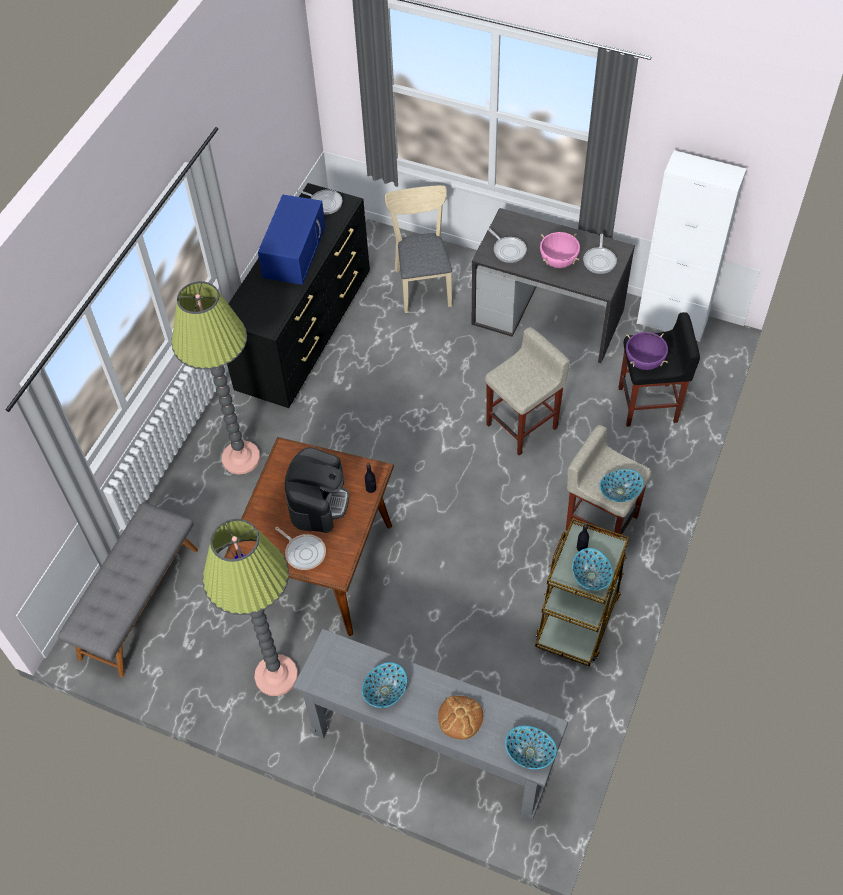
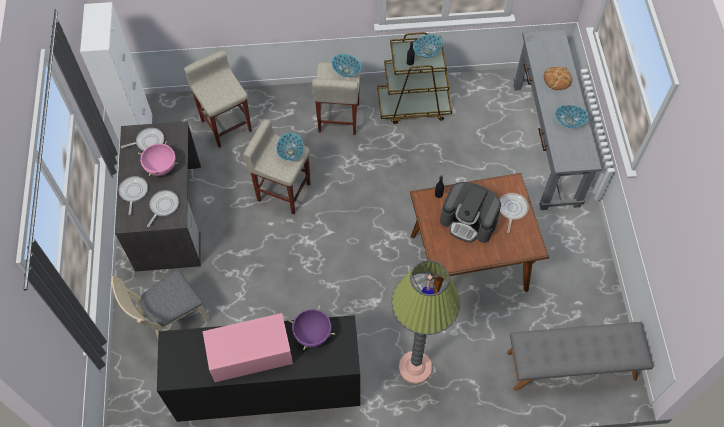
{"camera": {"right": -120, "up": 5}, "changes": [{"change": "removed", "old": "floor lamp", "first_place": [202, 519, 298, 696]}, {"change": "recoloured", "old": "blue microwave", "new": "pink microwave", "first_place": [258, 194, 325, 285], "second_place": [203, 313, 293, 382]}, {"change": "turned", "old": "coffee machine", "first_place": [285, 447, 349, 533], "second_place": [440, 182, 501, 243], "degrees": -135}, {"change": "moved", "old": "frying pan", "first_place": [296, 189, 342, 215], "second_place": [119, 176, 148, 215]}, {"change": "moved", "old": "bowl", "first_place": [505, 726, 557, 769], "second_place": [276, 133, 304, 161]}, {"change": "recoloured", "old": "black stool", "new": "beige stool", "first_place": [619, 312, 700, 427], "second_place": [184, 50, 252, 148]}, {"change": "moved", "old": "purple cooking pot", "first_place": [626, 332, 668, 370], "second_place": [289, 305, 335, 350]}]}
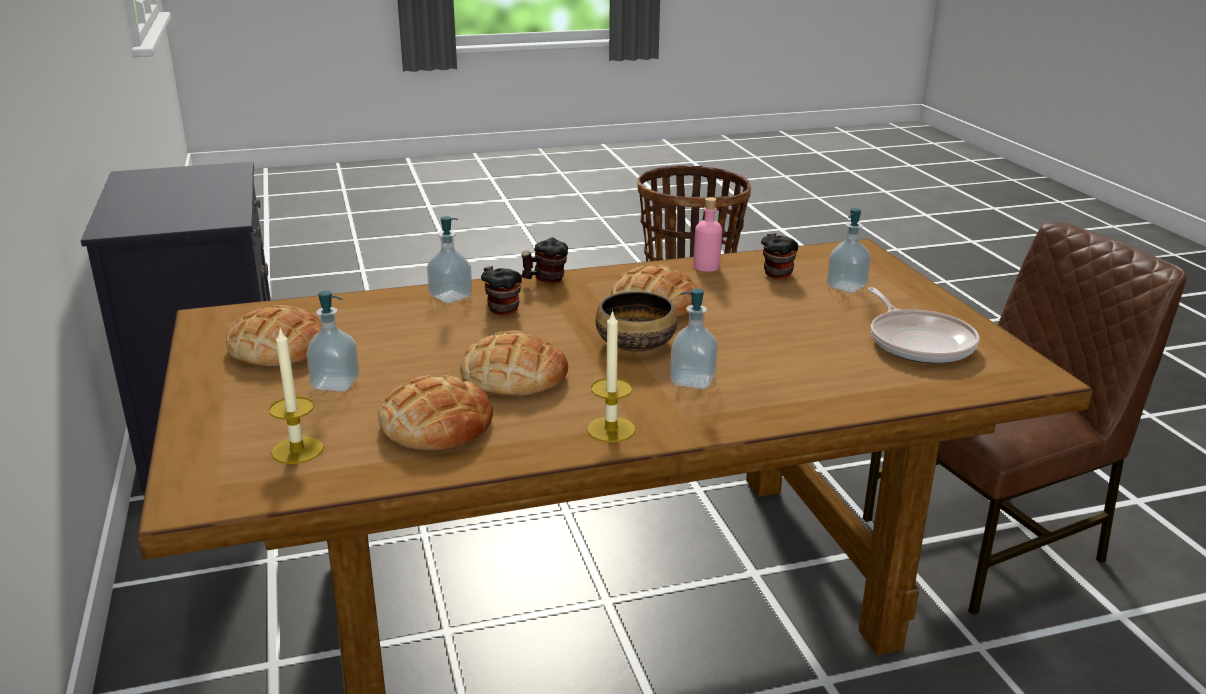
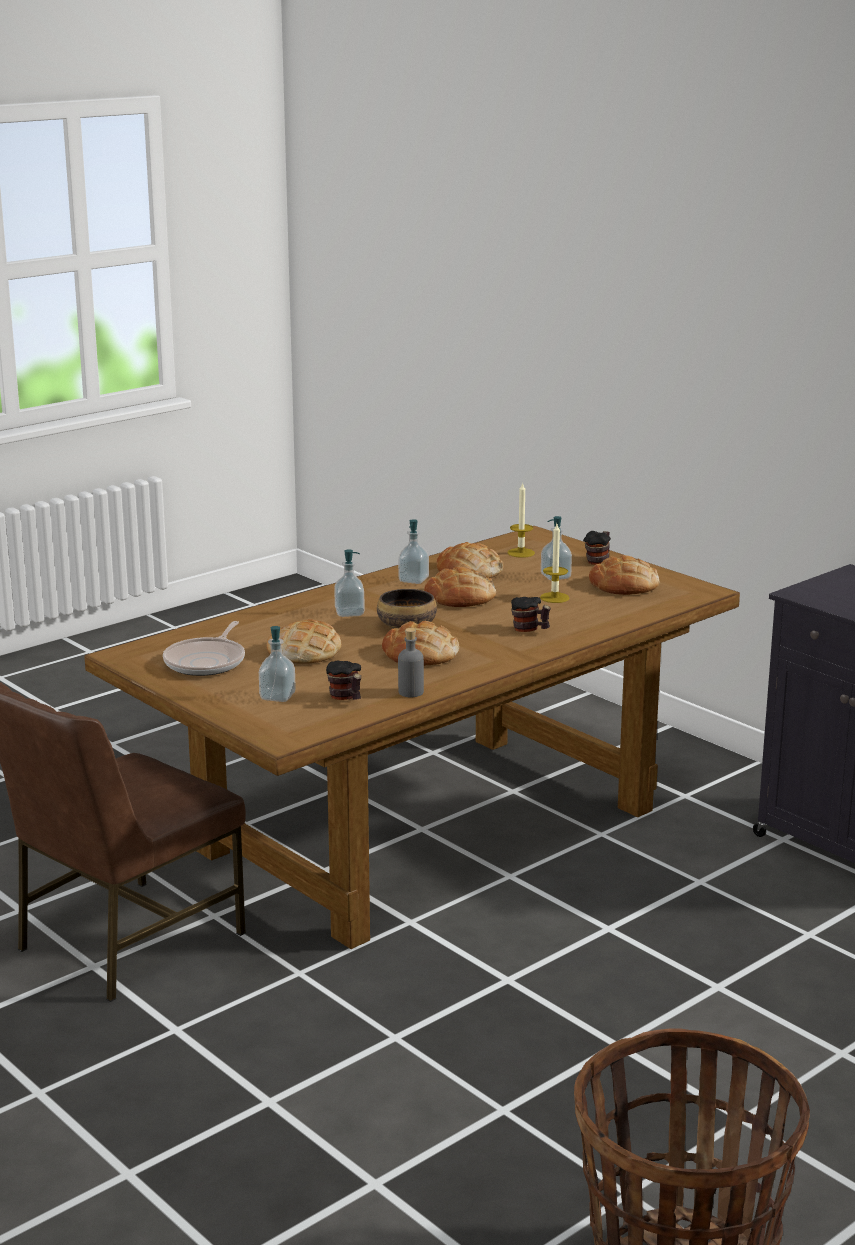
{"camera": {"right": 155, "up": -5}, "changes": [{"change": "moved", "old": "soap dispenser", "first_place": [427, 216, 472, 303], "second_place": [398, 519, 429, 584]}, {"change": "moved", "old": "mug", "first_place": [521, 237, 568, 283], "second_place": [583, 531, 611, 565]}, {"change": "moved", "old": "candle", "first_place": [587, 310, 636, 442], "second_place": [540, 524, 570, 603]}, {"change": "recoloured", "old": "pink bottle", "new": "grey bottle", "first_place": [693, 197, 722, 272], "second_place": [398, 628, 424, 697]}, {"change": "turned", "old": "frying pan", "first_place": [868, 288, 980, 363], "second_place": [163, 621, 245, 676], "degrees": -120}, {"change": "added", "new": "bread", "second_place": [266, 619, 341, 664]}]}
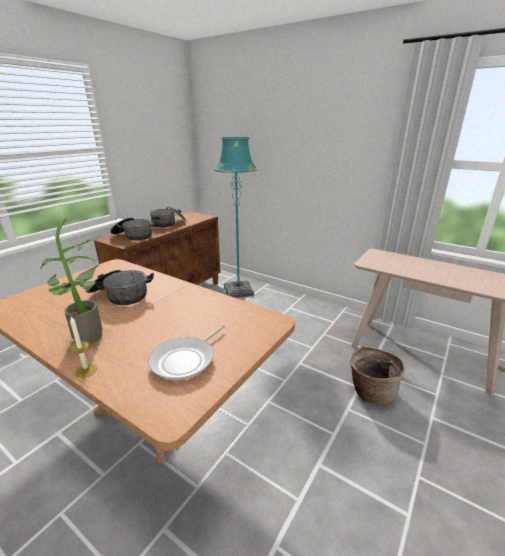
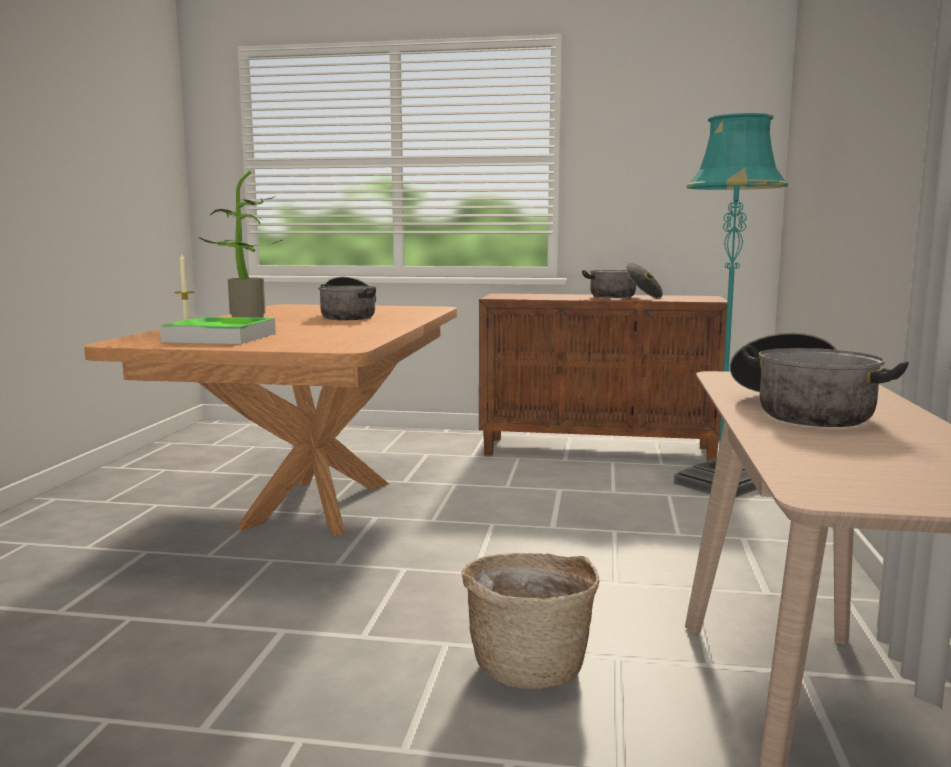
{"camera": {"right": 65, "up": -15}, "changes": [{"change": "moved", "old": "cooking pot", "first_place": [111, 218, 157, 241], "second_place": [730, 333, 909, 427]}, {"change": "replaced", "old": "frying pan", "new": "tray", "first_place": [148, 325, 225, 380], "second_place": [160, 317, 276, 344]}]}
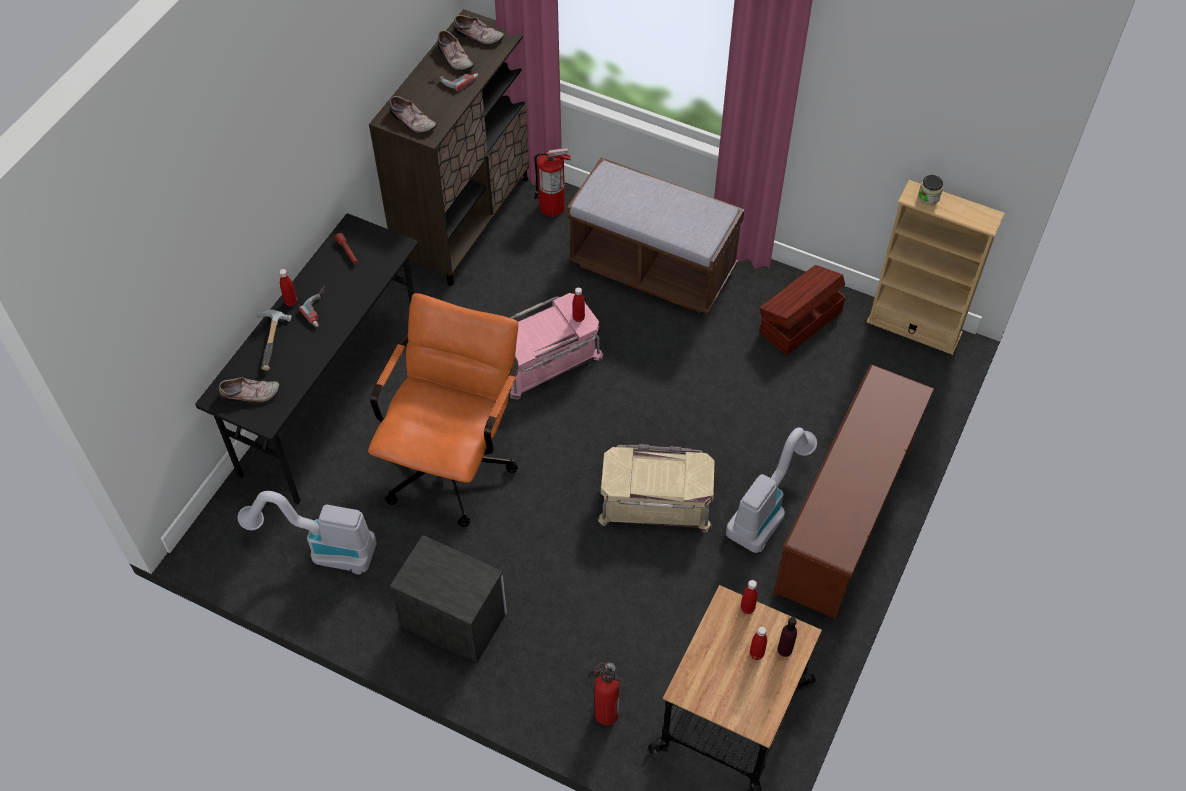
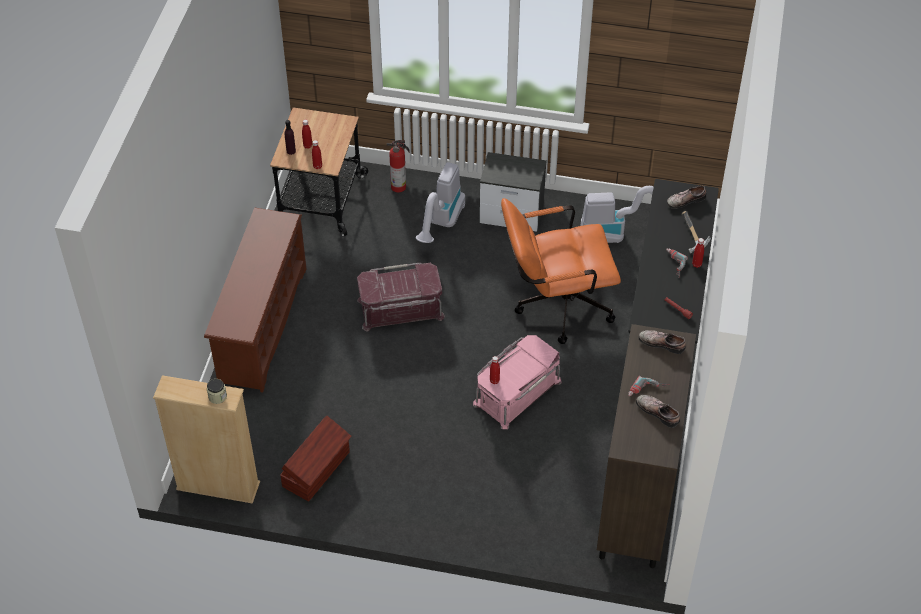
{"camera": {"right": 165, "up": -5}, "changes": [{"change": "turned", "old": "orange office chair", "first_place": [368, 293, 519, 527], "second_place": [501, 198, 621, 344], "degrees": 75}, {"change": "removed", "old": "shoe", "first_place": [454, 15, 504, 46]}, {"change": "removed", "old": "fire extinguisher", "first_place": [534, 148, 571, 217]}, {"change": "removed", "old": "brown bench", "first_place": [567, 157, 745, 314]}, {"change": "recoloured", "old": "beige storage box", "new": "red storage box", "first_place": [598, 444, 715, 533], "second_place": [357, 263, 445, 332]}, {"change": "moved", "old": "vacuum cleaner", "first_place": [726, 427, 817, 553], "second_place": [416, 162, 465, 243]}]}
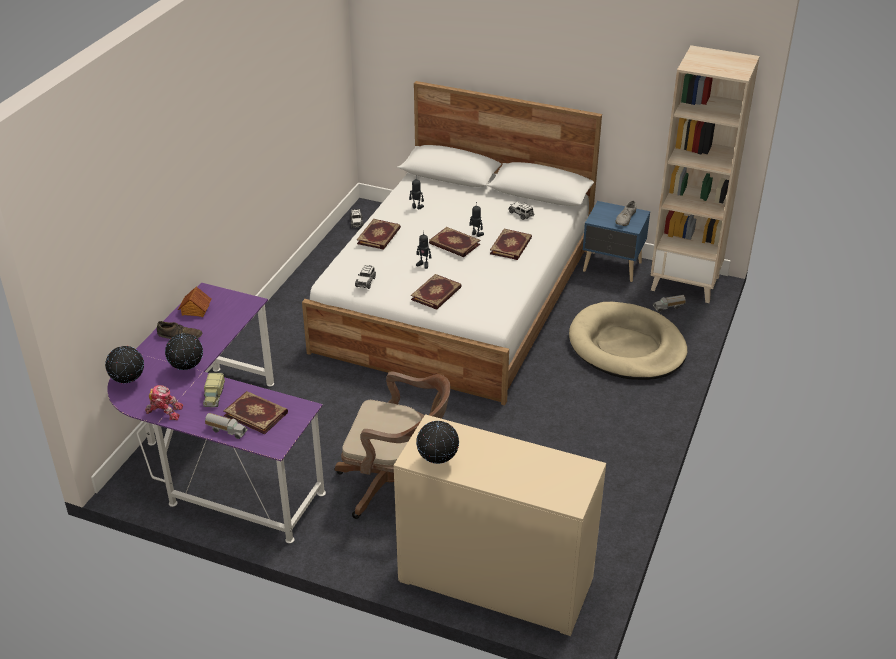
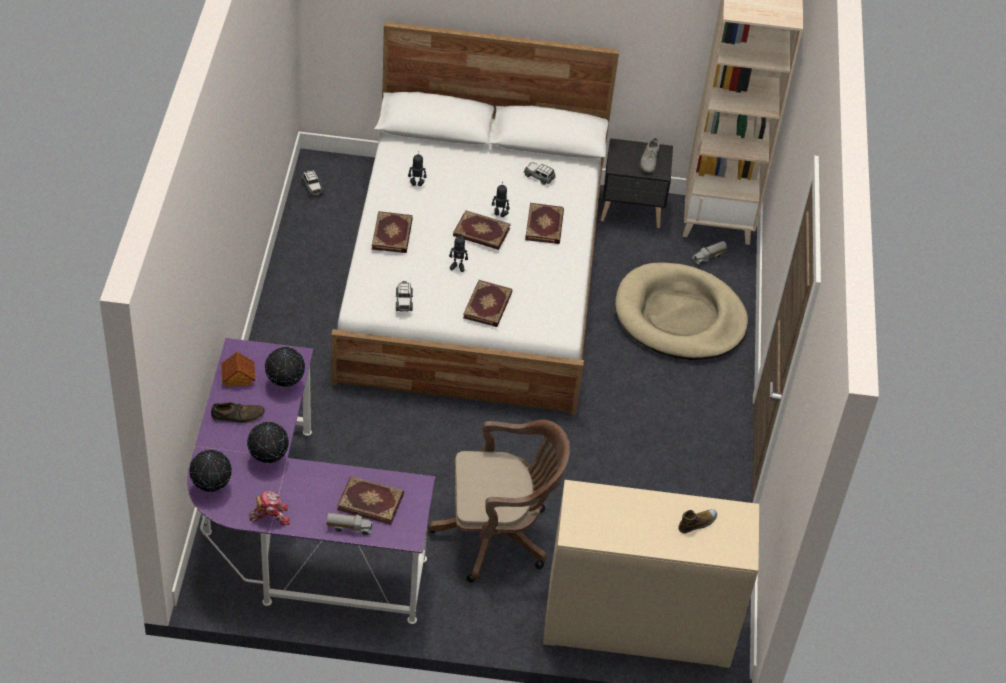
{"camera": {"right": -20, "up": 10}, "changes": [{"change": "removed", "old": "toy truck", "first_place": [203, 373, 225, 407]}, {"change": "moved", "old": "globe", "first_place": [416, 421, 459, 464], "second_place": [265, 347, 305, 387]}, {"change": "recoloured", "old": "blue nightstand", "new": "black nightstand", "first_place": [583, 201, 650, 282], "second_place": [601, 138, 673, 228]}, {"change": "added", "new": "shoe", "second_place": [678, 509, 717, 534]}]}
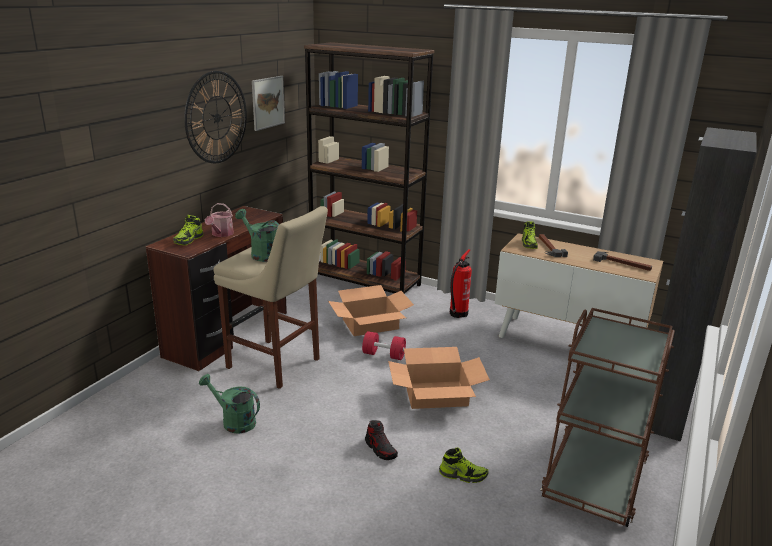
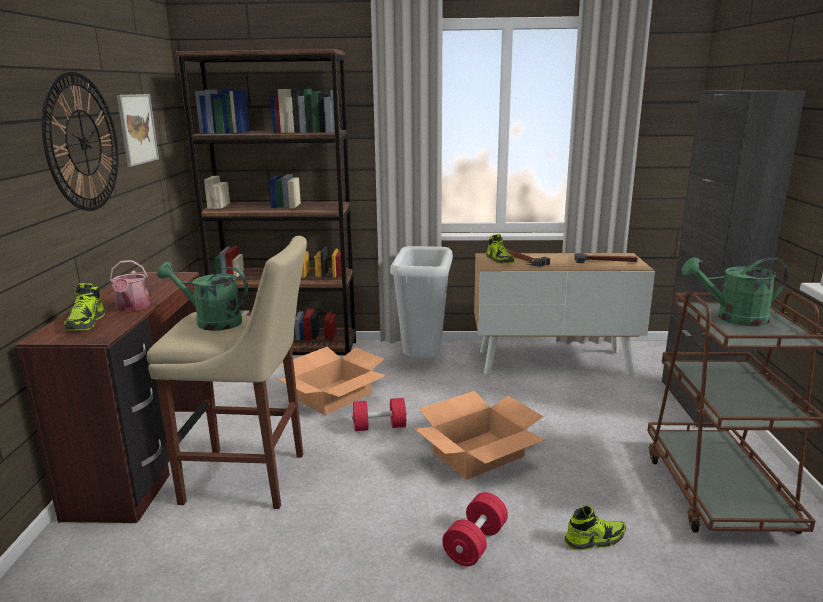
{"camera": {"right": -25, "up": -5}, "changes": [{"change": "moved", "old": "green watering can", "first_place": [199, 374, 260, 434], "second_place": [682, 257, 788, 326]}, {"change": "replaced", "old": "shoe", "new": "red dumbbell", "first_place": [365, 420, 398, 460], "second_place": [442, 492, 508, 566]}, {"change": "replaced", "old": "fire extinguisher", "new": "grey trash can", "first_place": [450, 249, 472, 318], "second_place": [390, 246, 453, 358]}]}
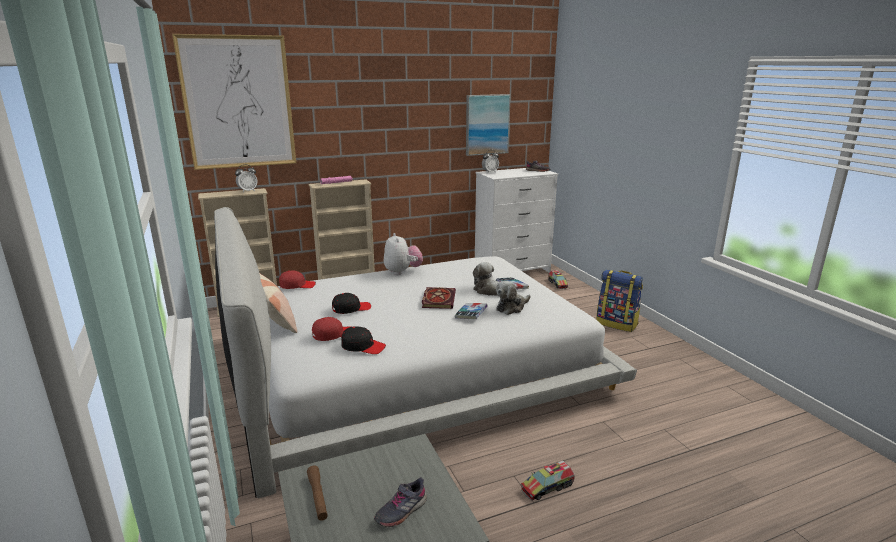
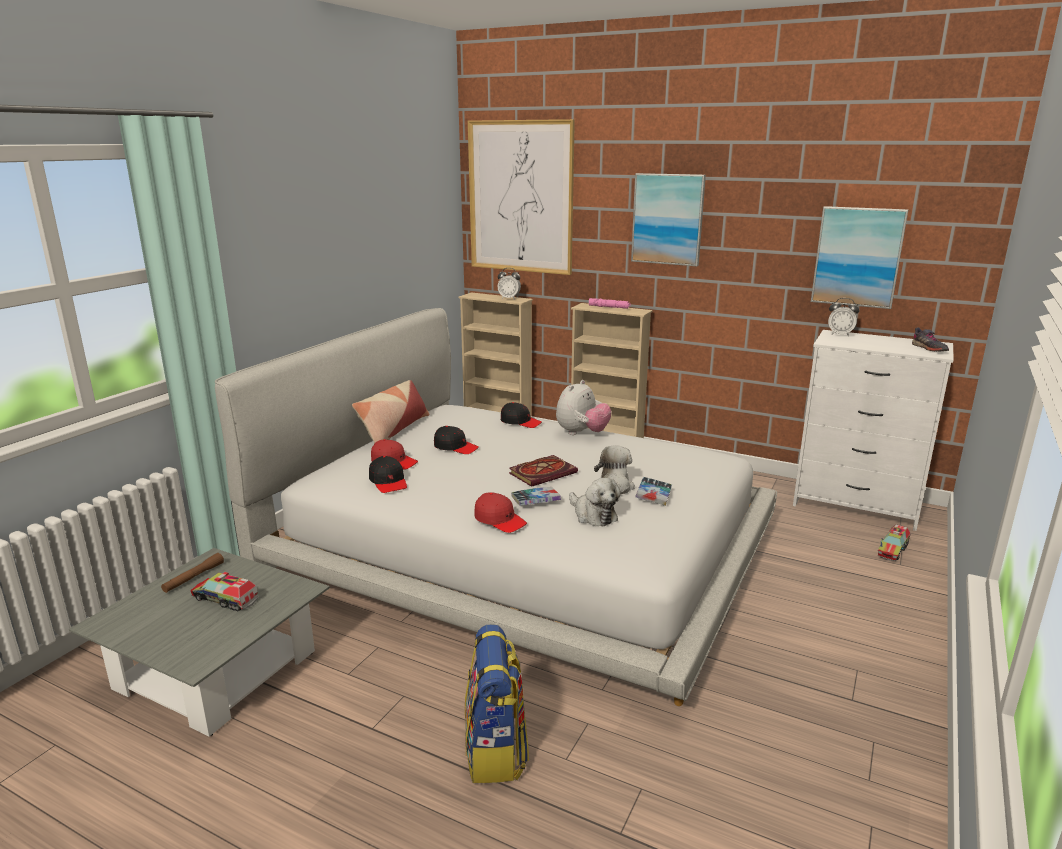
{"camera": {"right": 50, "up": 0}, "changes": [{"change": "moved", "old": "red cap", "first_place": [279, 271, 316, 289], "second_place": [474, 492, 527, 533]}, {"change": "removed", "old": "grey shoe", "first_place": [374, 477, 427, 527]}, {"change": "turned", "old": "plush toy", "first_place": [496, 281, 531, 315], "second_place": [569, 478, 620, 527], "degrees": -135}, {"change": "moved", "old": "toy truck", "first_place": [521, 461, 575, 500], "second_place": [190, 572, 258, 611]}, {"change": "moved", "old": "backpack", "first_place": [596, 270, 643, 332], "second_place": [465, 624, 529, 783]}, {"change": "added", "new": "black cap", "second_place": [501, 402, 542, 428]}, {"change": "added", "new": "picture", "second_place": [631, 173, 706, 266]}]}
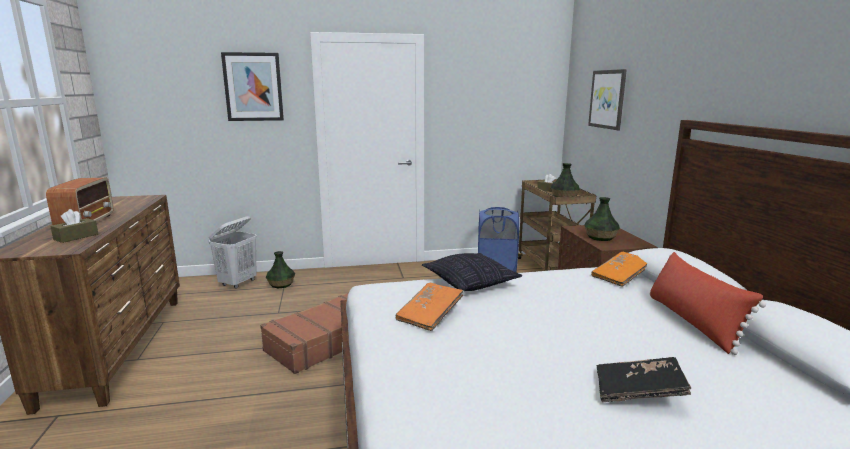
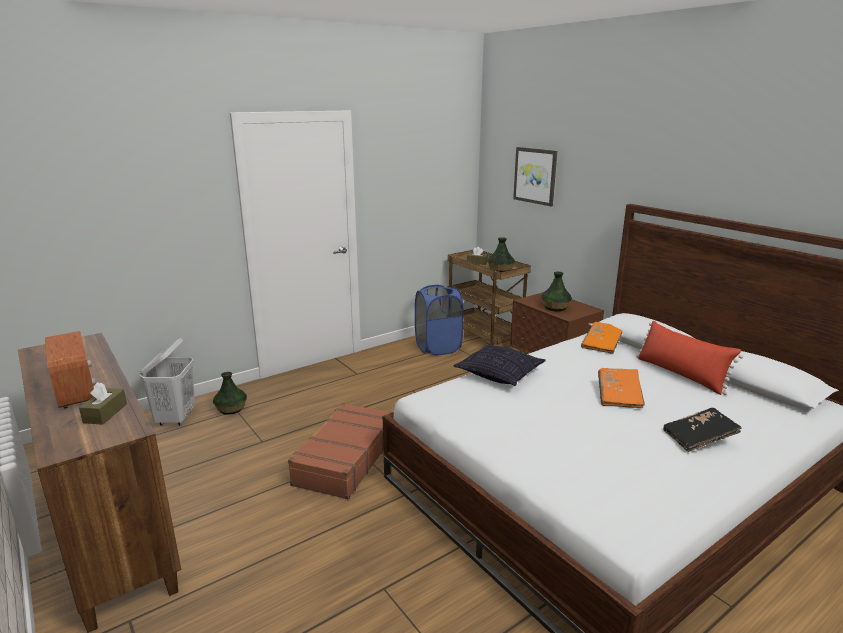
{"camera": {"right": -25, "up": 5}, "changes": [{"change": "removed", "old": "picture", "first_place": [221, 52, 284, 121]}, {"change": "moved", "old": "orange book", "first_place": [396, 283, 464, 331], "second_place": [598, 368, 645, 408]}]}
